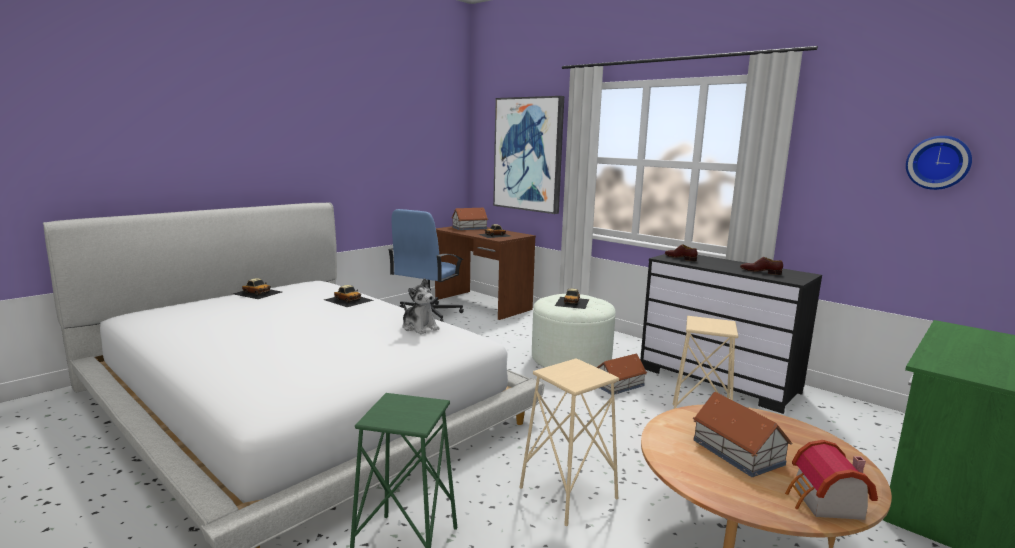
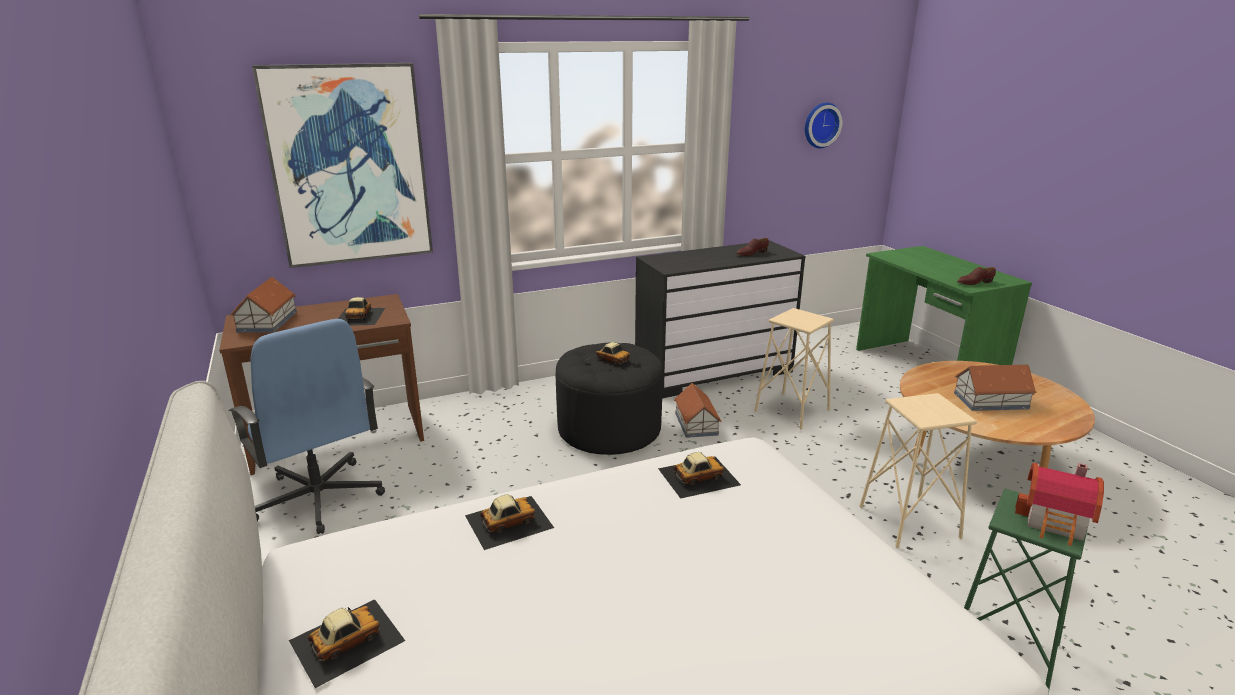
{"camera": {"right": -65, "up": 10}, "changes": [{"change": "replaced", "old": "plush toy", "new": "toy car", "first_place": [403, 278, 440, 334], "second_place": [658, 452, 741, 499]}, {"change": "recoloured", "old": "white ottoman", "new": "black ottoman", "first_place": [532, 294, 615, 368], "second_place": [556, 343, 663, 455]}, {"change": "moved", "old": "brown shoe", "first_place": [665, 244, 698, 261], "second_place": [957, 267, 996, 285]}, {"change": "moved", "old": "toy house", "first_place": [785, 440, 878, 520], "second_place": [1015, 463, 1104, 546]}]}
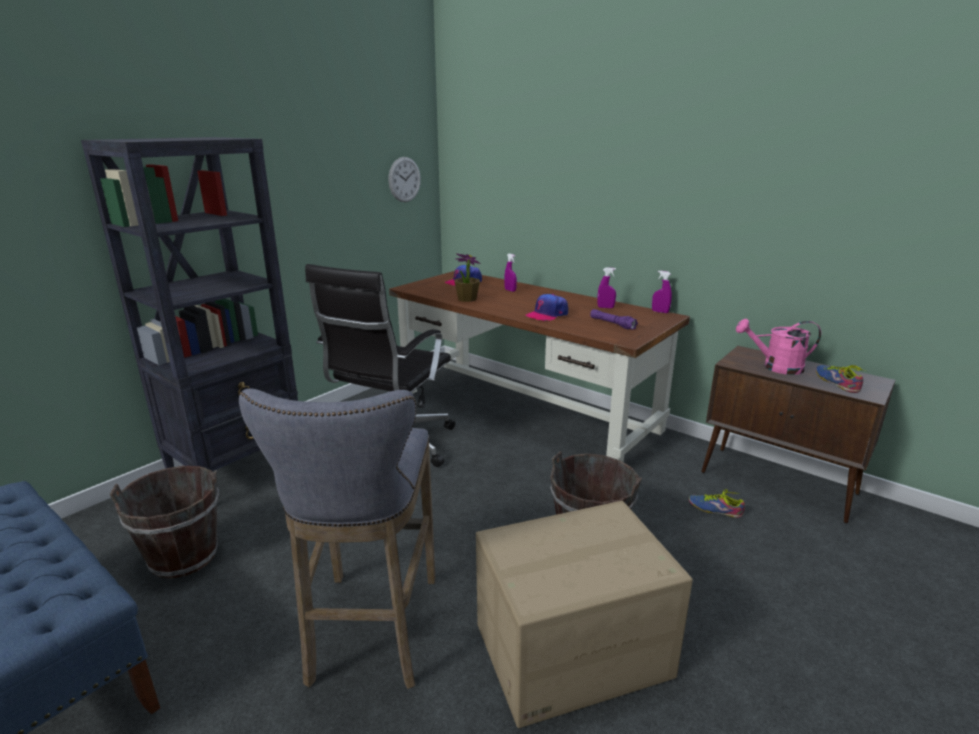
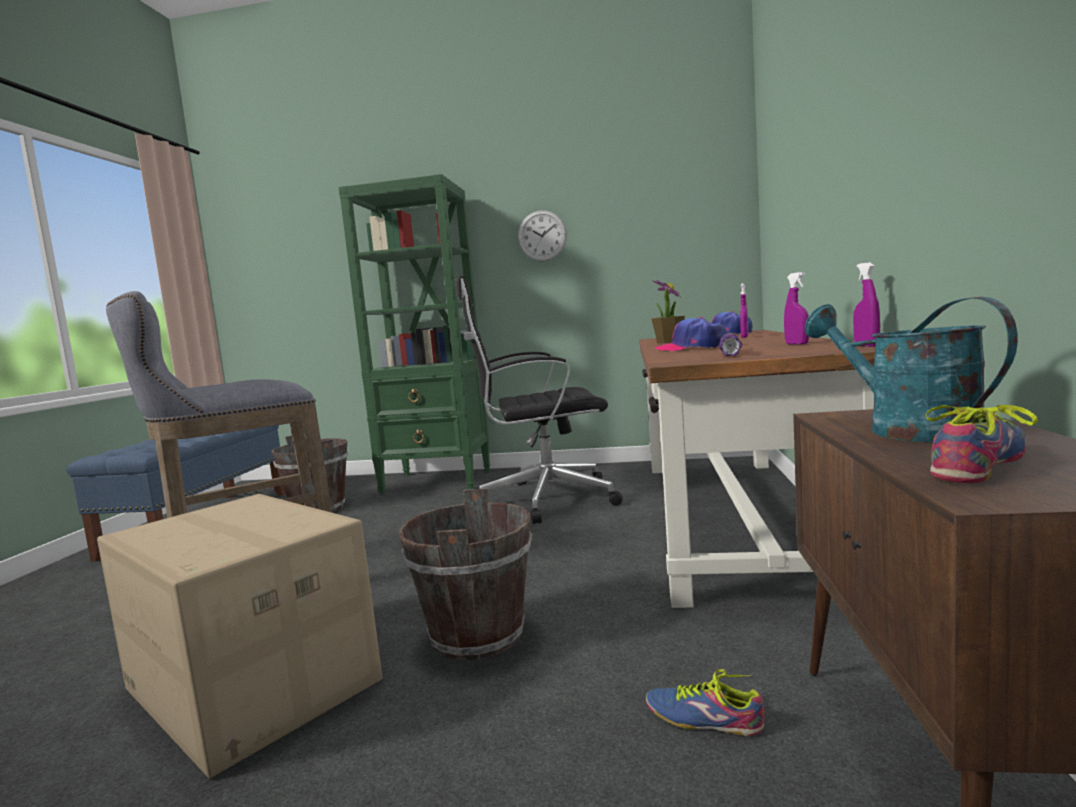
{"camera": {"right": 60, "up": -15}, "changes": [{"change": "recoloured", "old": "black bookcase", "new": "green bookcase", "first_place": [81, 137, 298, 475], "second_place": [338, 174, 491, 494]}, {"change": "moved", "old": "wall clock", "first_place": [388, 157, 421, 202], "second_place": [518, 210, 567, 261]}, {"change": "turned", "old": "shoe", "first_place": [689, 489, 745, 518], "second_place": [646, 669, 765, 736], "degrees": -60}, {"change": "recoloured", "old": "pink watering can", "new": "turquoise watering can", "first_place": [736, 319, 821, 375], "second_place": [805, 297, 1018, 442]}]}
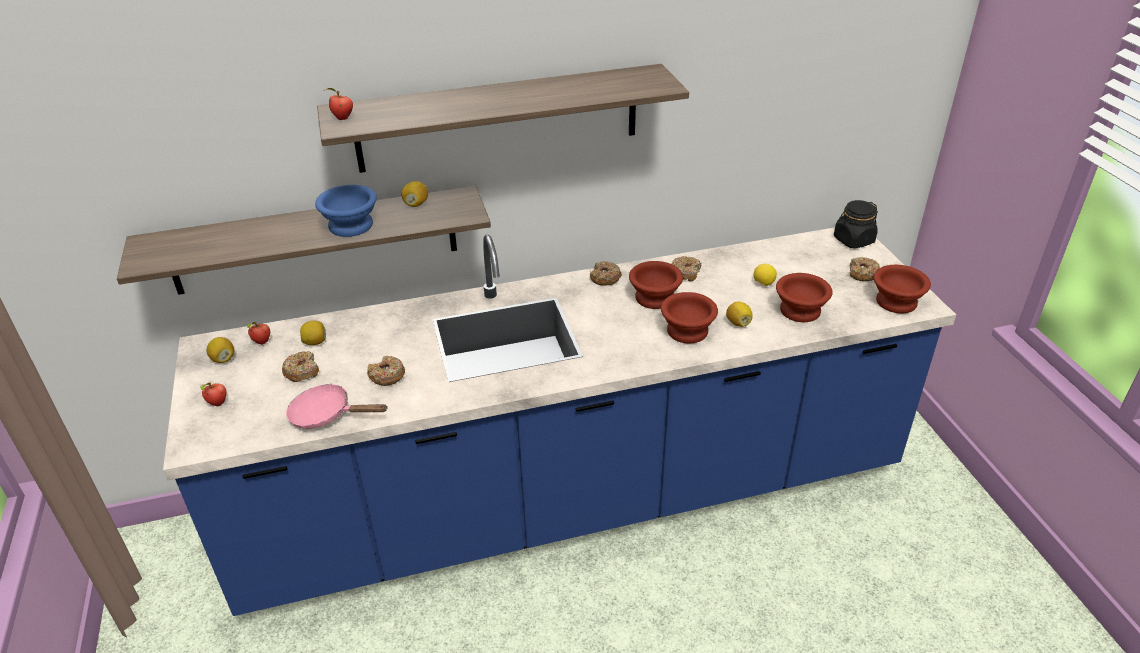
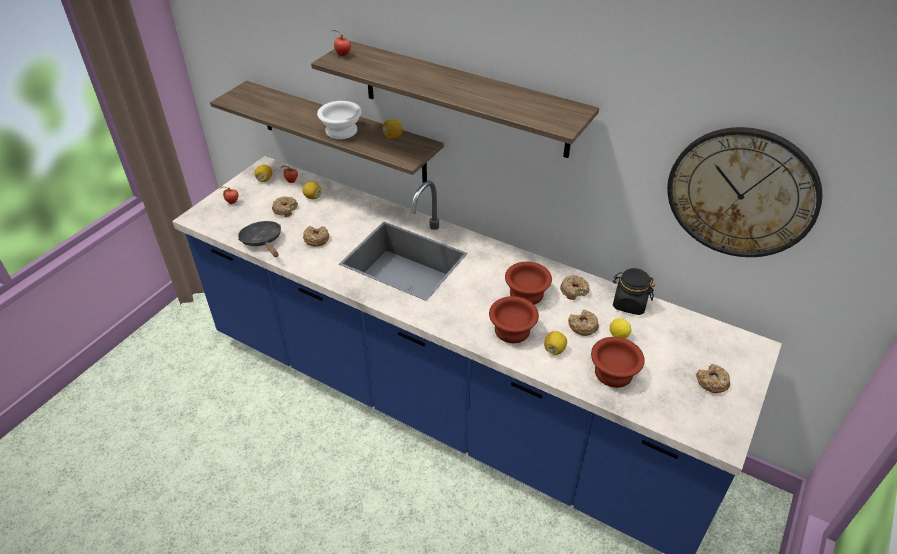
{"camera": {"right": 45, "up": 5}, "changes": [{"change": "recoloured", "old": "pink frying pan", "new": "black frying pan", "first_place": [286, 383, 388, 429], "second_place": [238, 221, 281, 257]}, {"change": "recoloured", "old": "blue bowl", "new": "white bowl", "first_place": [315, 185, 377, 237], "second_place": [317, 101, 362, 139]}, {"change": "moved", "old": "donut", "first_place": [590, 261, 622, 286], "second_place": [568, 310, 599, 336]}, {"change": "moved", "old": "black jar", "first_place": [834, 200, 878, 249], "second_place": [613, 268, 655, 315]}, {"change": "removed", "old": "brown bowl", "first_place": [874, 265, 931, 313]}, {"change": "added", "new": "wall clock", "second_place": [667, 127, 823, 257]}]}
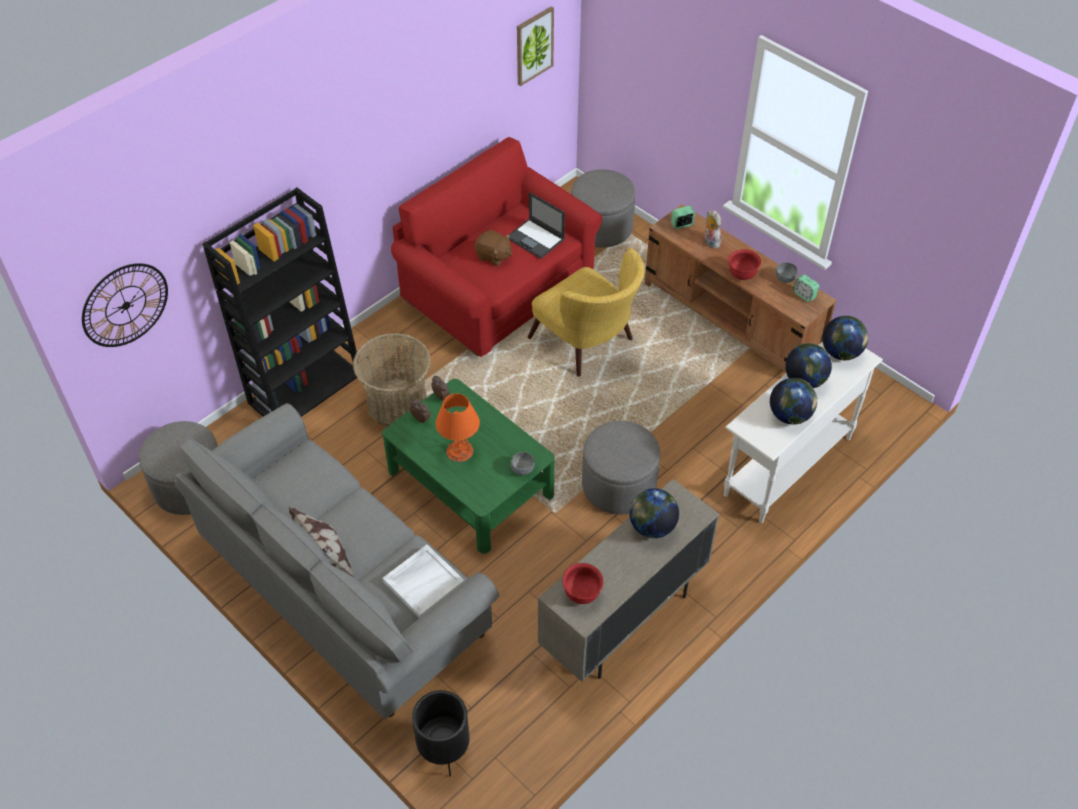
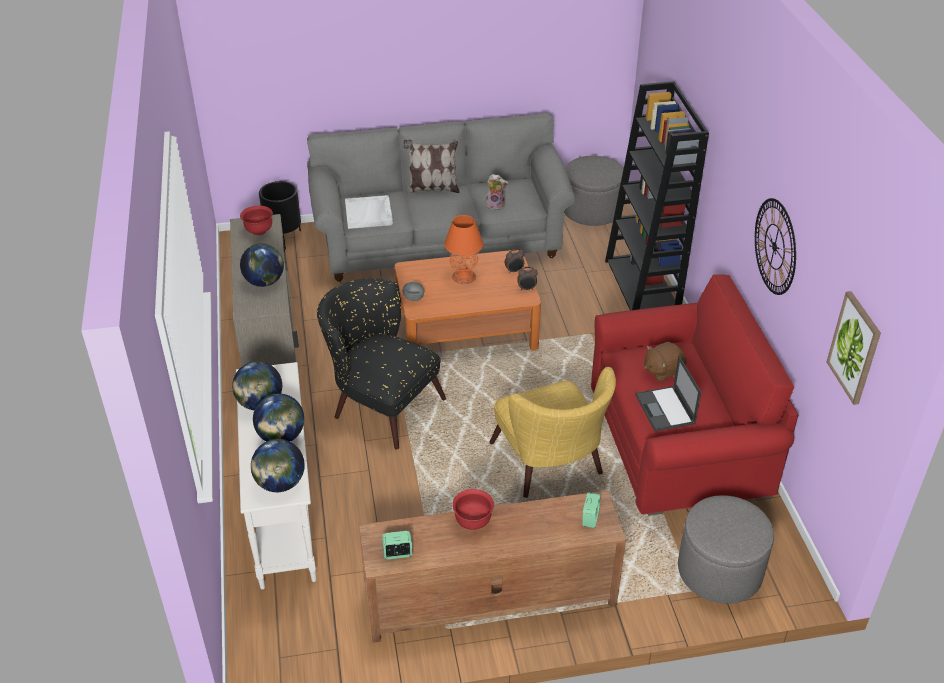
{"camera": {"right": 125, "up": -10}, "changes": [{"change": "moved", "old": "wall clock", "first_place": [82, 263, 168, 347], "second_place": [755, 198, 796, 295]}, {"change": "removed", "old": "basket", "first_place": [353, 333, 431, 426]}, {"change": "recoloured", "old": "green coffee table", "new": "orange coffee table", "first_place": [382, 379, 555, 554], "second_place": [395, 250, 541, 351]}, {"change": "turned", "old": "laptop", "first_place": [509, 192, 565, 259], "second_place": [635, 355, 701, 432], "degrees": -90}, {"change": "turned", "old": "yellow armchair", "first_place": [528, 248, 645, 377], "second_place": [489, 367, 616, 498], "degrees": -105}, {"change": "replaced", "old": "grey ottoman", "new": "black armchair", "first_place": [582, 421, 660, 514], "second_place": [317, 278, 446, 450]}, {"change": "moved", "old": "plush toy", "first_place": [705, 210, 721, 248], "second_place": [486, 174, 509, 211]}, {"change": "removed", "old": "grey bowl", "first_place": [775, 263, 798, 283]}]}
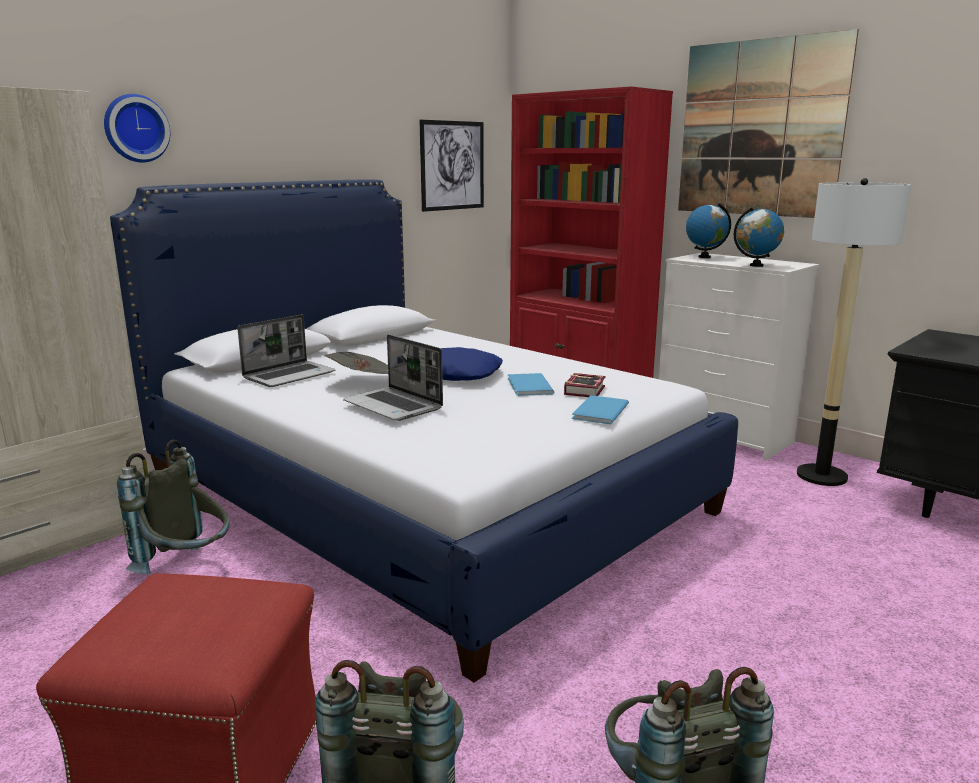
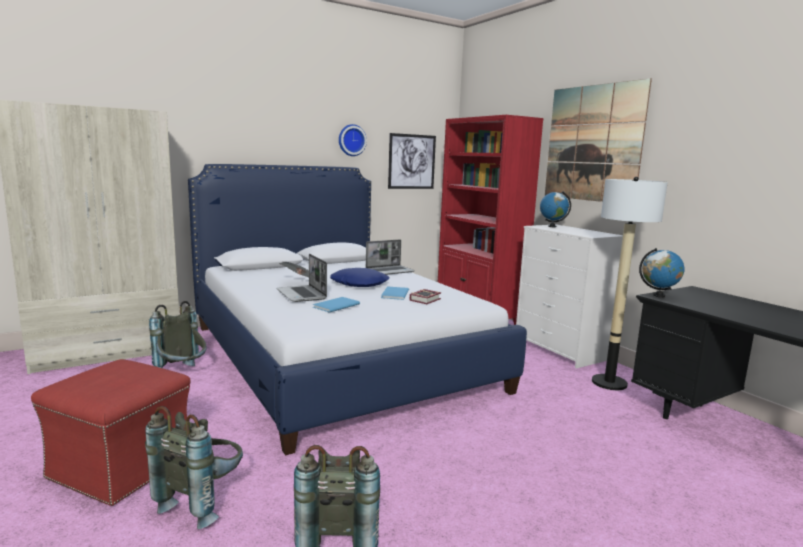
{"camera": {"right": 15, "up": -5}, "changes": [{"change": "moved", "old": "wall clock", "first_place": [104, 94, 170, 163], "second_place": [339, 124, 367, 156]}, {"change": "moved", "old": "laptop", "first_place": [237, 314, 336, 387], "second_place": [366, 240, 415, 275]}, {"change": "moved", "old": "blue book", "first_place": [572, 395, 629, 424], "second_place": [313, 297, 360, 313]}, {"change": "moved", "old": "globe", "first_place": [734, 207, 784, 267], "second_place": [639, 248, 684, 298]}]}
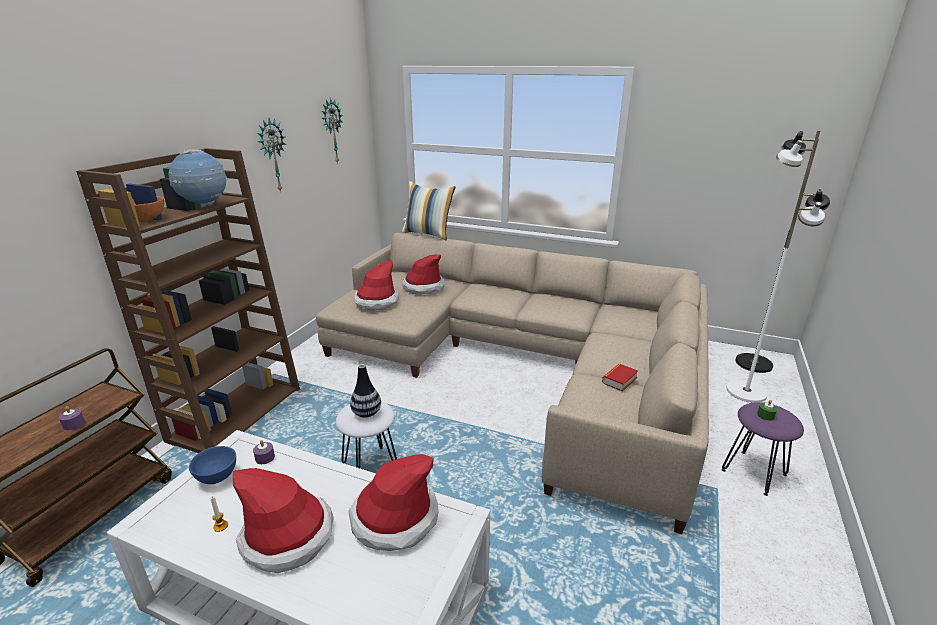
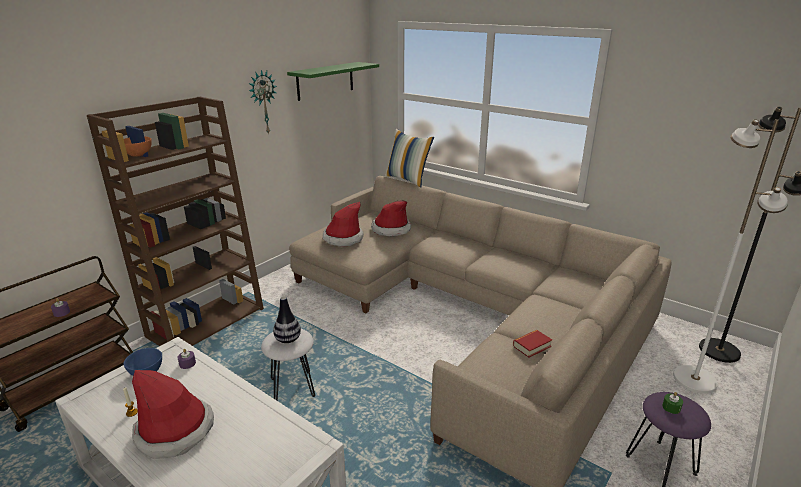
{"camera": {"right": 15, "up": 0}, "changes": [{"change": "removed", "old": "globe", "first_place": [168, 149, 228, 207]}, {"change": "replaced", "old": "wall clock", "new": "green shelf", "first_place": [322, 98, 343, 164], "second_place": [287, 62, 379, 101]}, {"change": "removed", "old": "hat", "first_place": [348, 454, 439, 551]}]}
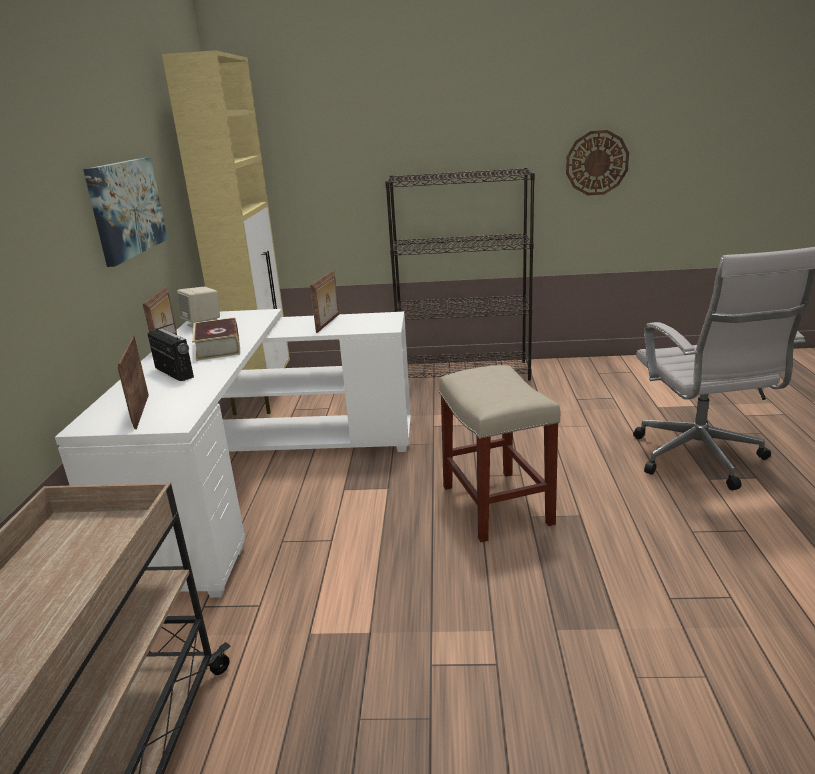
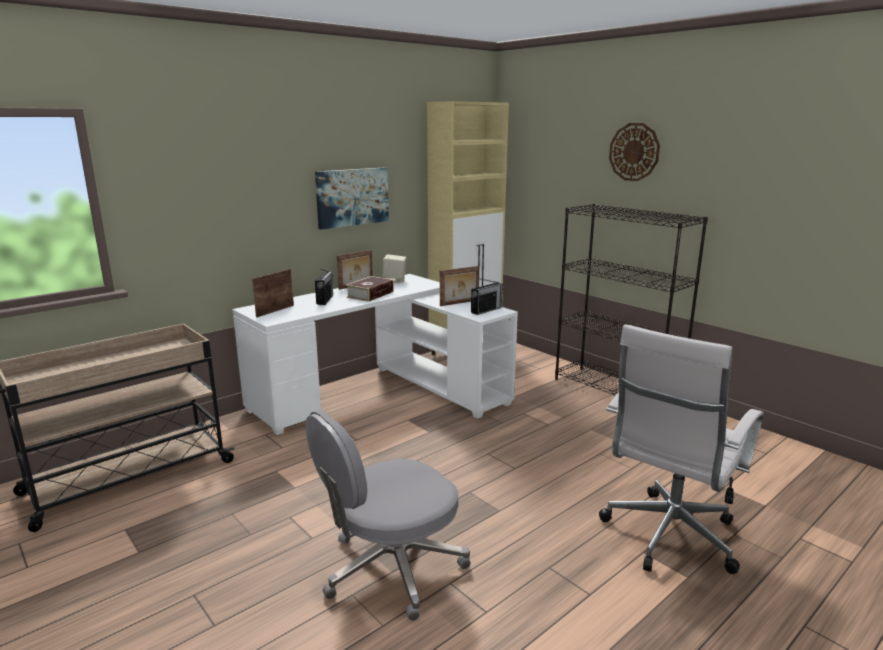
{"camera": {"right": 45, "up": -5}, "changes": [{"change": "removed", "old": "beige stool", "first_place": [439, 365, 560, 542]}, {"change": "moved", "old": "wall clock", "first_place": [566, 130, 629, 195], "second_place": [609, 123, 660, 181]}, {"change": "added", "new": "grey office chair", "second_place": [305, 409, 471, 621]}, {"change": "added", "new": "radio", "second_place": [471, 278, 504, 315]}]}
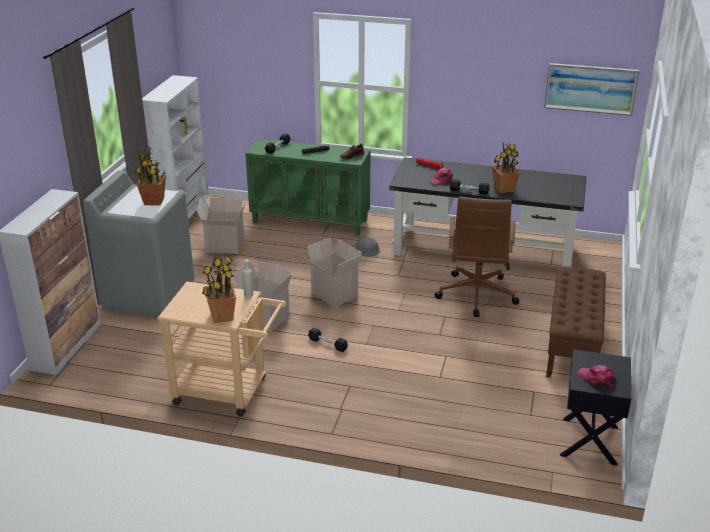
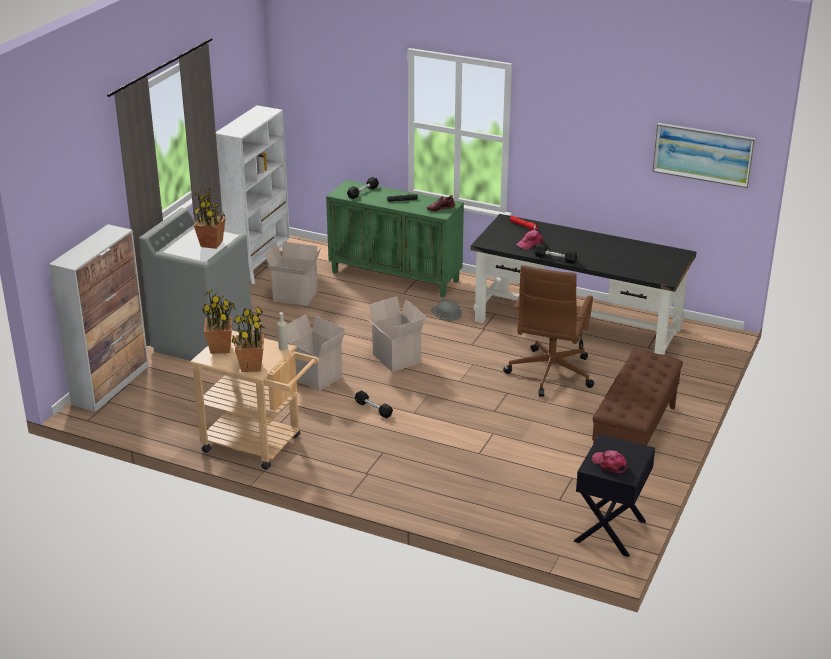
{"camera": {"right": 10, "up": 0}, "changes": [{"change": "moved", "old": "potted plant", "first_place": [492, 141, 520, 193], "second_place": [202, 290, 235, 354]}]}
